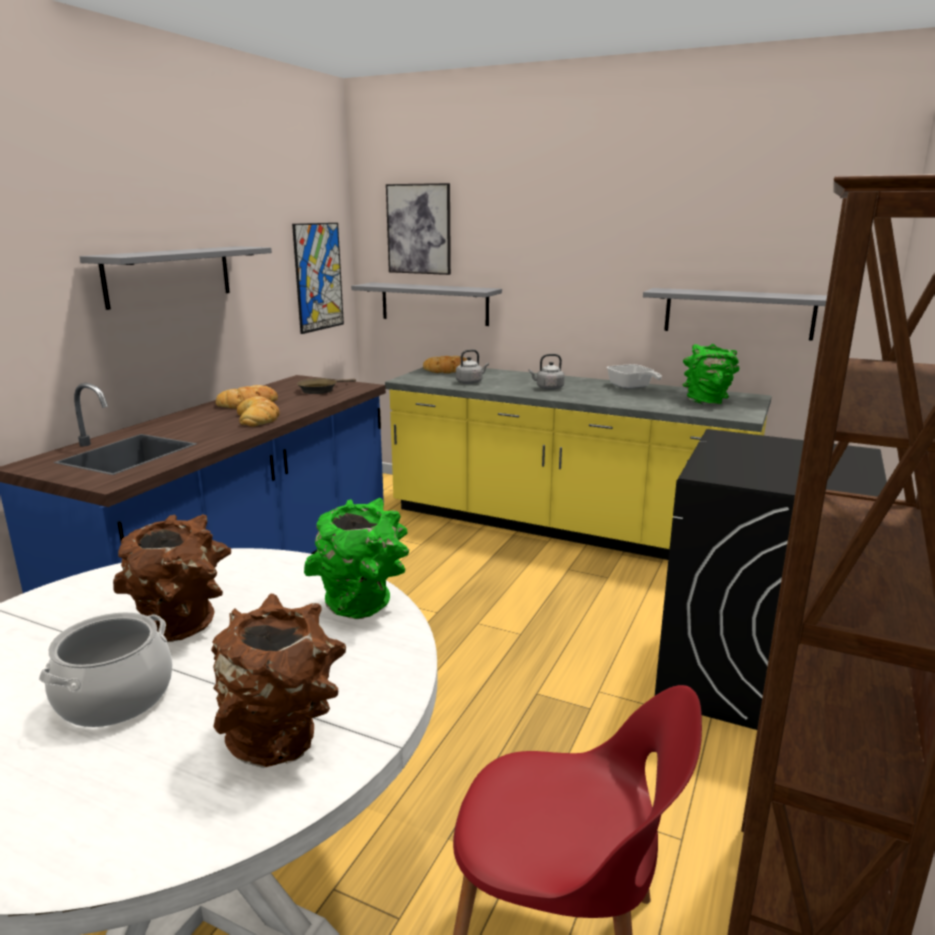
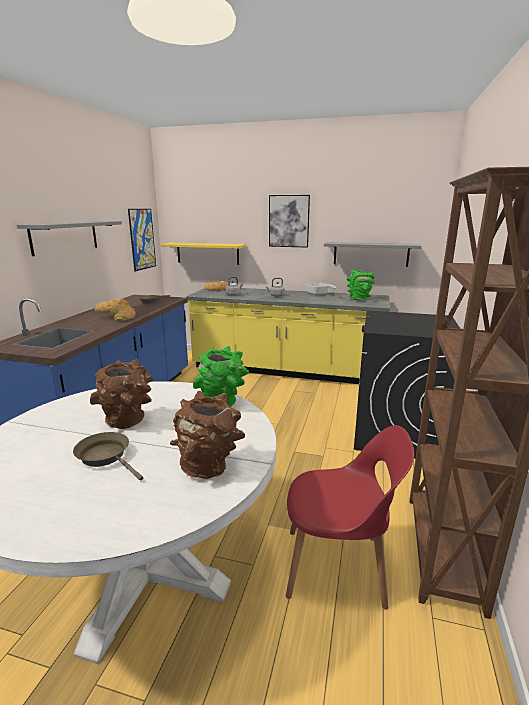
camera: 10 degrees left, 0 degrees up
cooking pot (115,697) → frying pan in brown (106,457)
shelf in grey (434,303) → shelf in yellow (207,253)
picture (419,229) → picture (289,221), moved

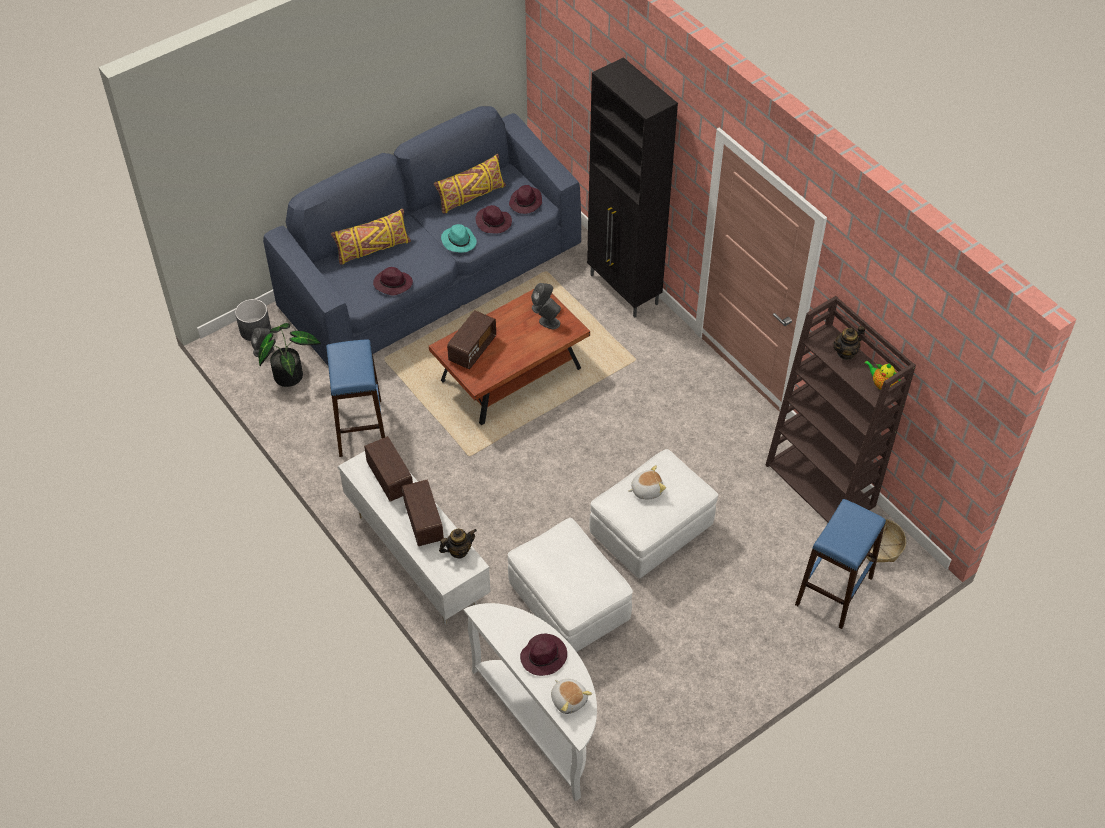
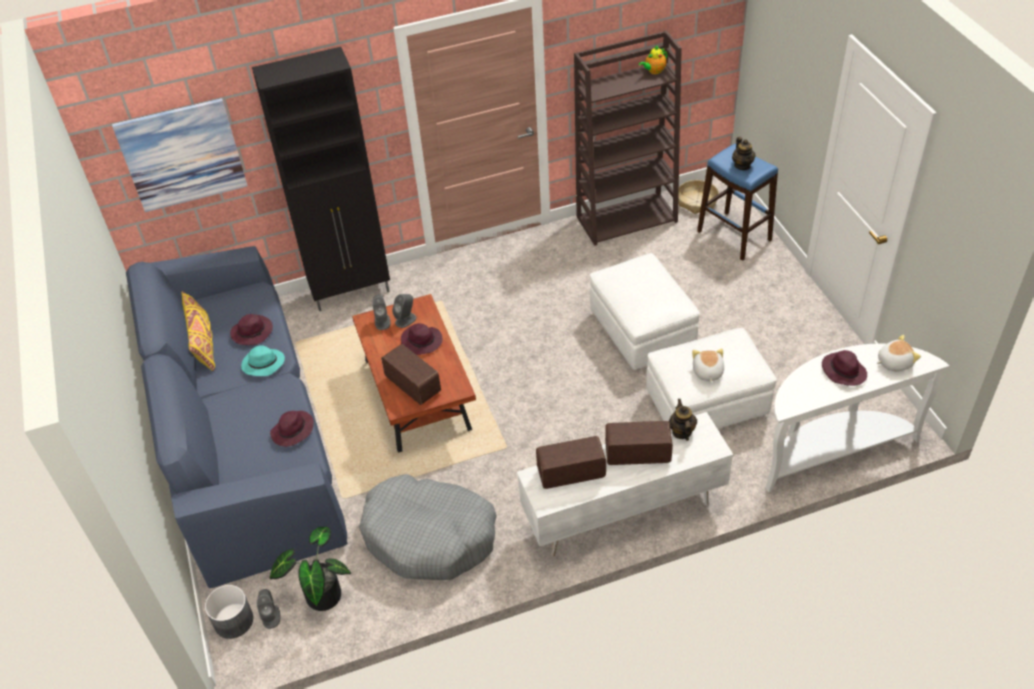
camera: 70 degrees left, 5 degrees down
- → picture (182,155)
stool in blue (360,427) → dog bed in grey (430,536)
hat in purple (525,202) → hat in purple (422,341), moved
plush toy (646,490) → plush toy (707,372), moved
teapot (846,352) → teapot (742,165), moved
pillow in yellow (372,249) → -

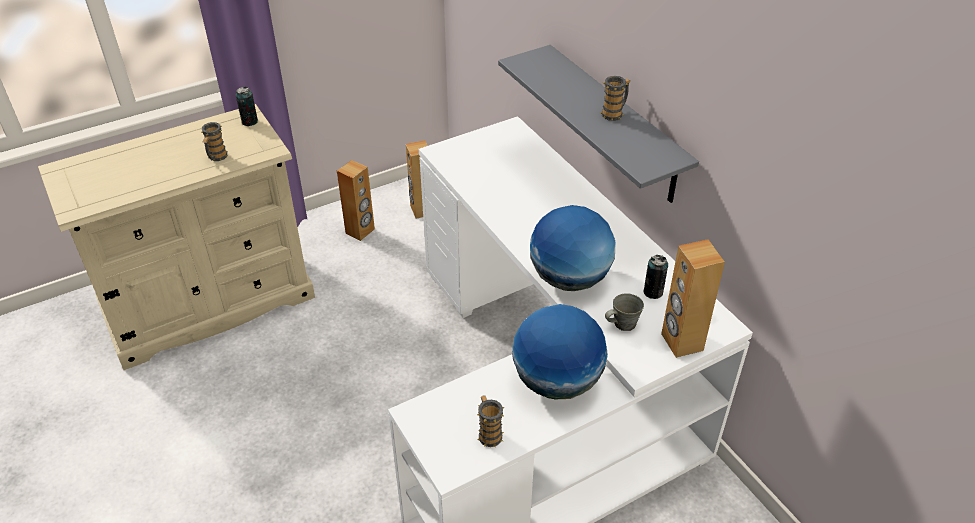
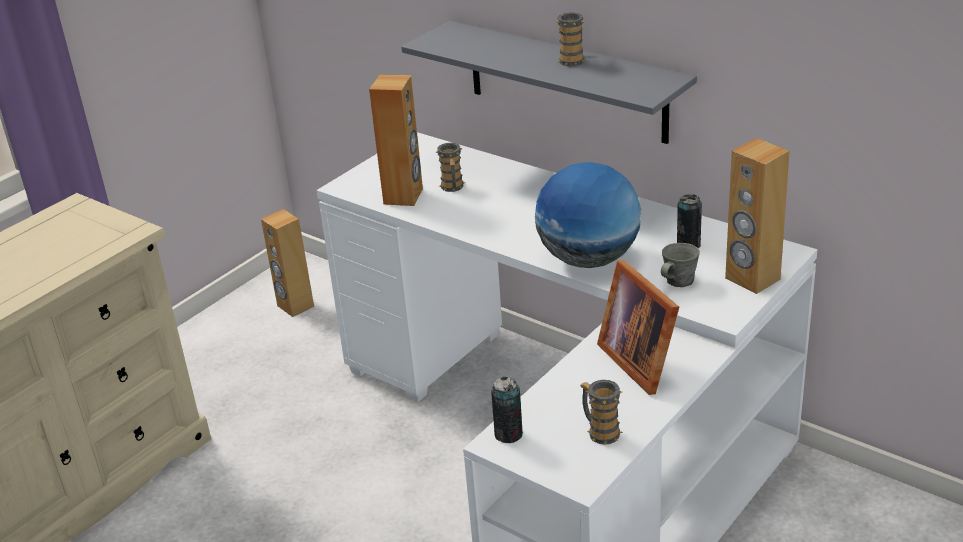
camera: 20 degrees left, 10 degrees down
speaker in brown (360,231) → speaker in brown (404,196), moved
mug (216,158) → mug (452,188), moved
can (249,122) → can (508,434), moved
globe (557,382) → picture frame (640,360)

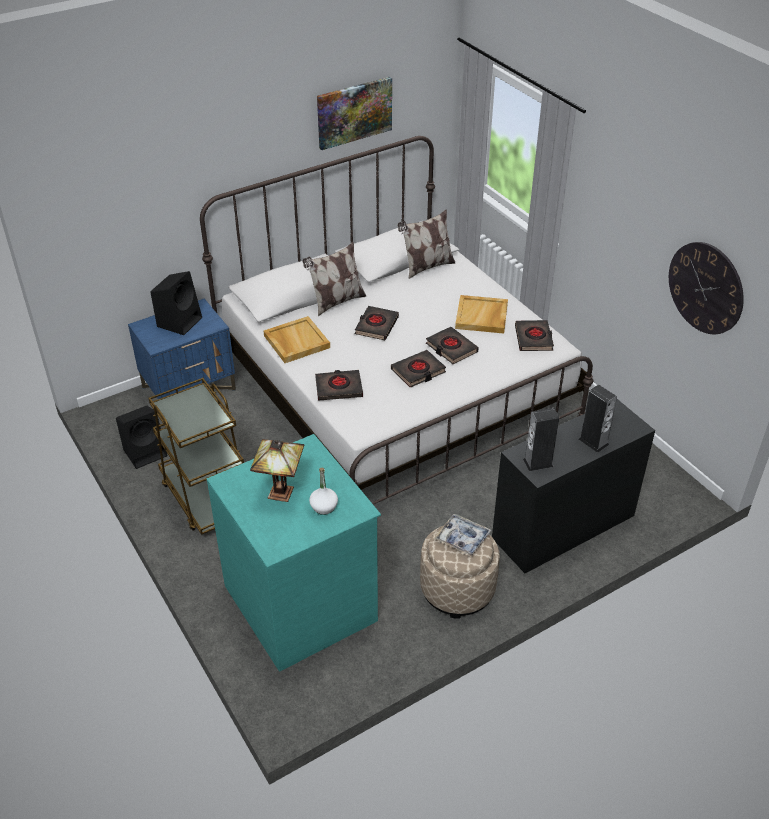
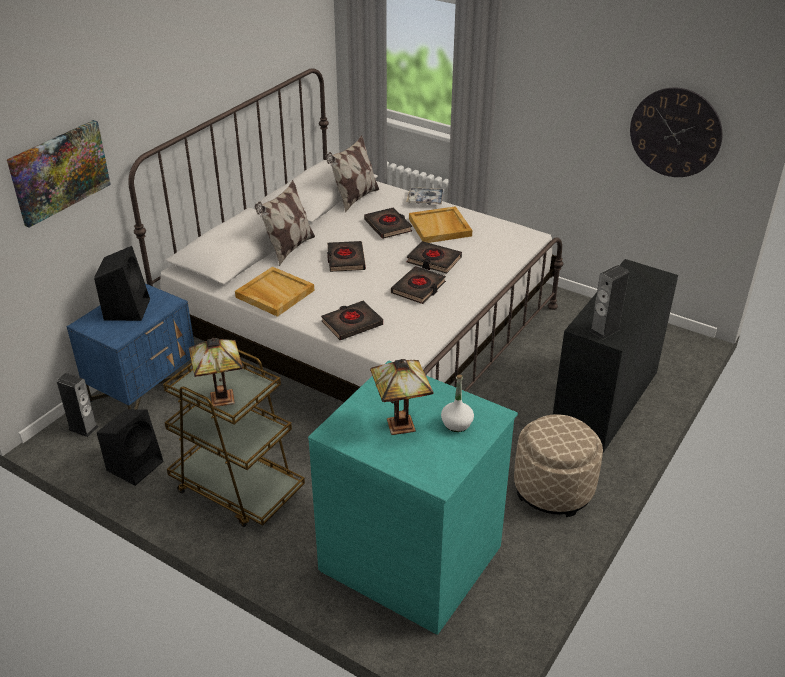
camera: 25 degrees left, 5 degrees down
picture (354,112) → picture (59,172), moved
speaker (593,442) → speaker (83,428), moved
- → table lamp (220,399)
book in black (534,338) → book in black (388,226), moved
tray (462,538) → tray (425,200), moved

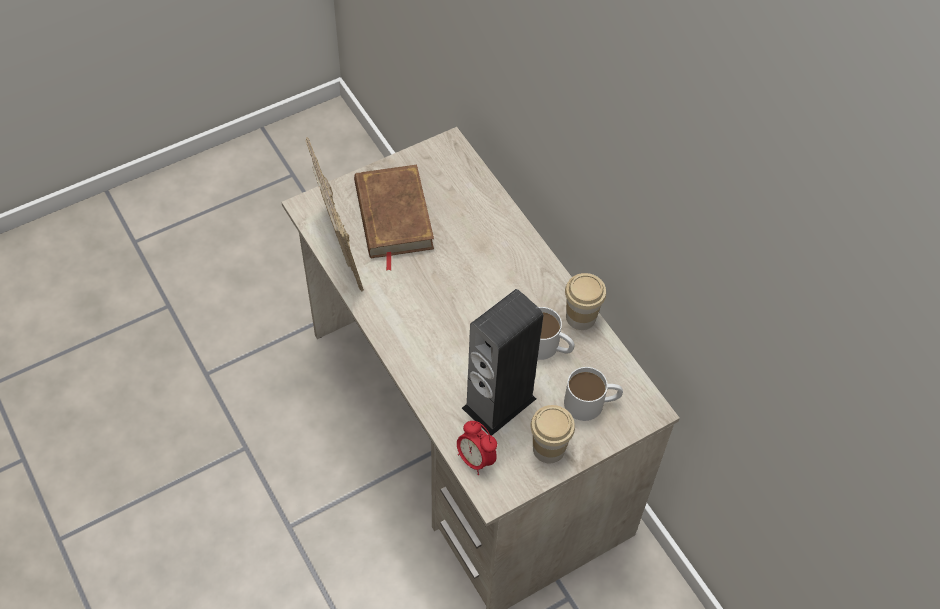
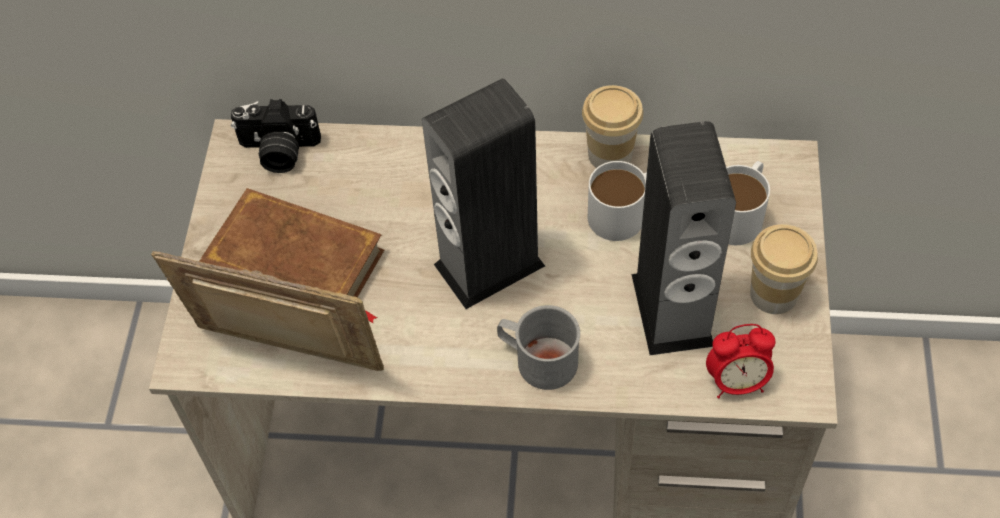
camera: 50 degrees left, 0 degrees up
- → photo camera (279,152)
- → speaker (489,265)
- → mug in grey (538,359)

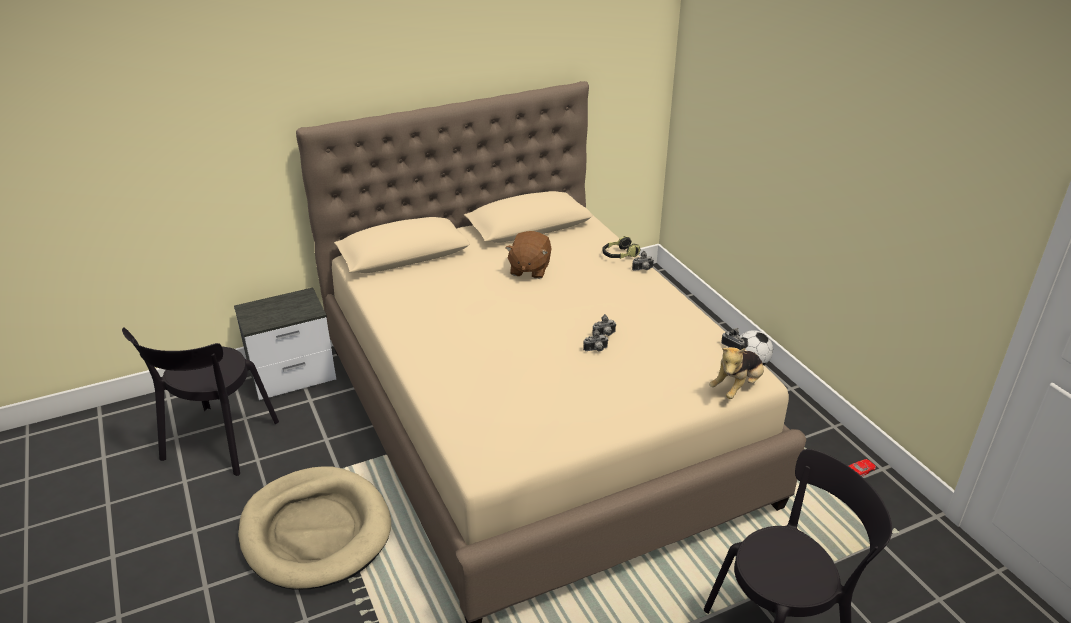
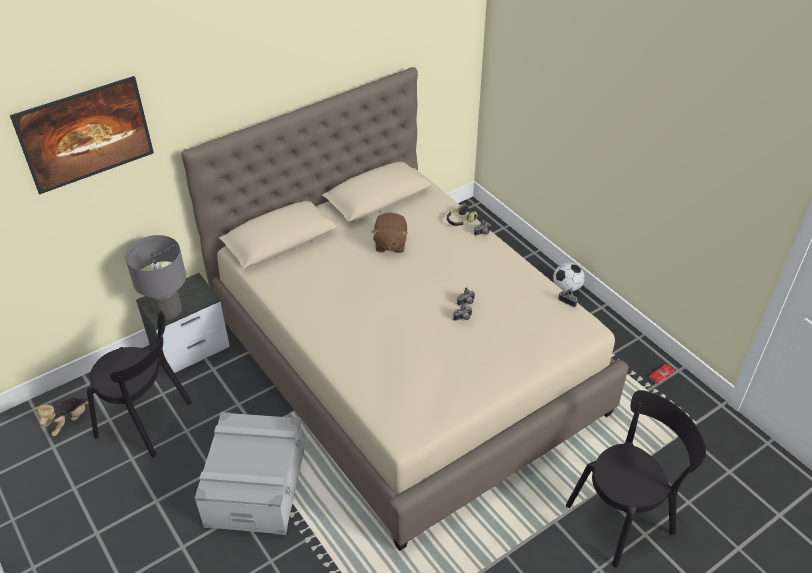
camera: 10 degrees left, 10 degrees up
- → picture (91,153)
plush toy (737,387) → plush toy (69,421), moved
chair in black (217,444) → chair in black (147,421), 75 degrees counterclockwise
- → table lamp in grey (168,310)
dog bed in beige (316,531) → storage box in grey (255,486)

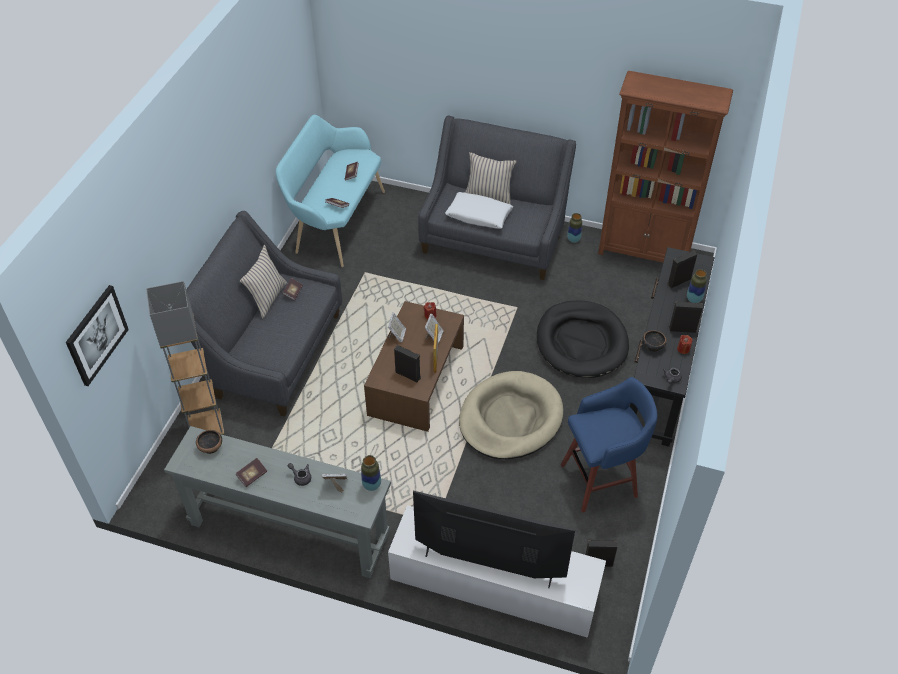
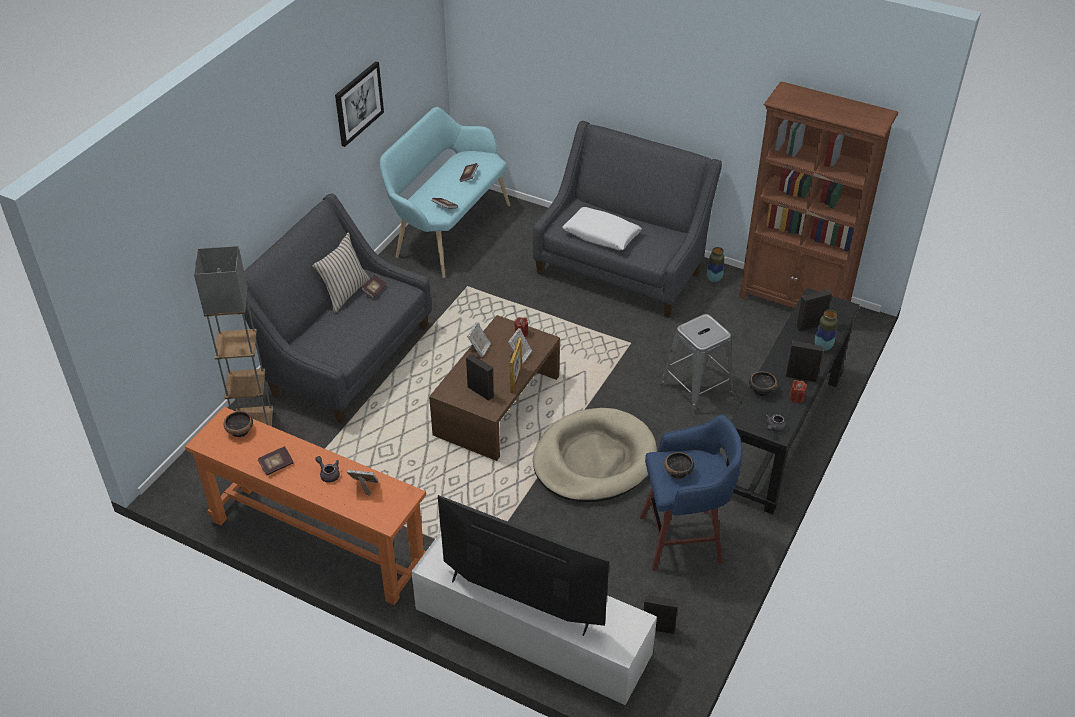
camera: 10 degrees right, 5 degrees down
console table in grey (289,529) → console table in orange (317,542)
picture (96,335) → picture (358,103), moved
dog bed in black (581,342) → stool in grey (696,389)
- → bowl (678,472)
vase (371,485) → -
pillow in beige (489,195) → -

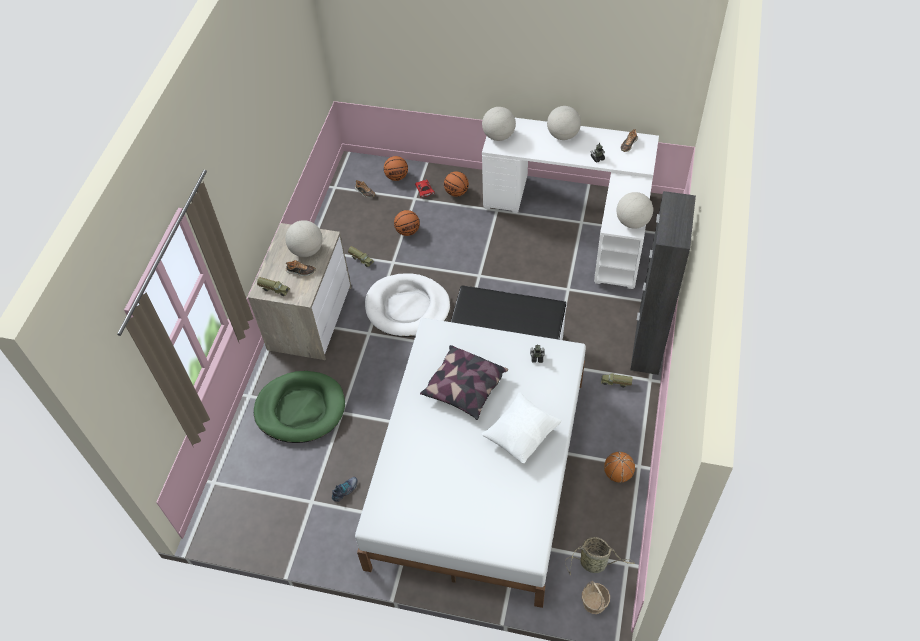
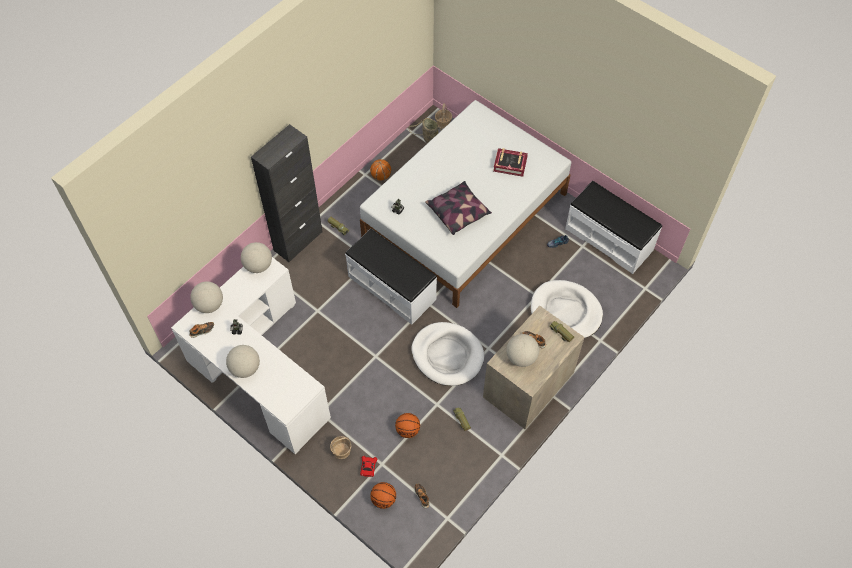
camera: 155 degrees left, 5 degrees up
globe (498,136) → globe (209,305), moved
basketball (456,192) → basket (341,451)
- → book (510,164)
dog bed in green (300,409) → dog bed in white (565,312)
- → bench in white (609,239)
pillow in white (521,435) → -

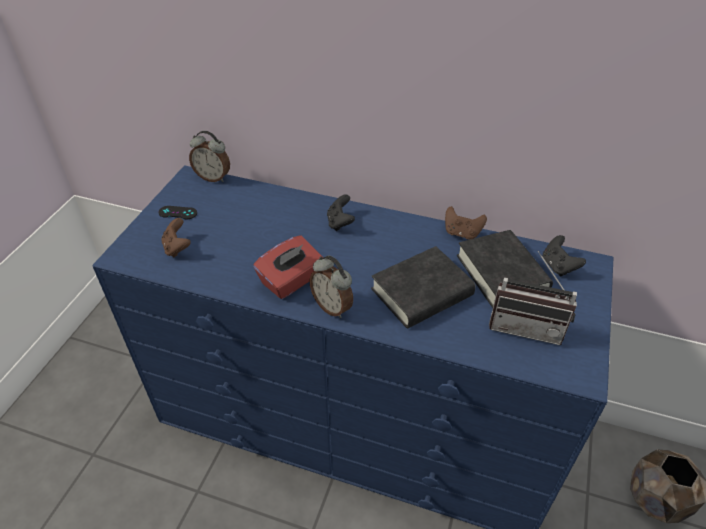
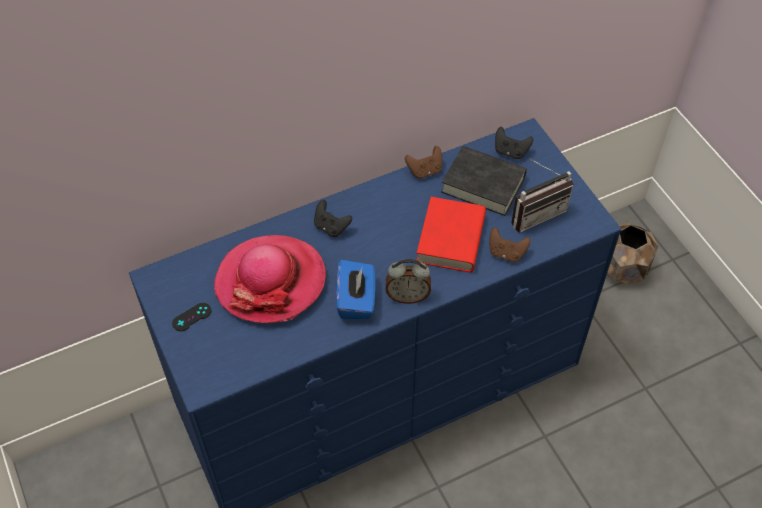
camera: 45 degrees left, 10 degrees up
- → hat (271,281)
tissue box in red (291,281) → tissue box in blue (356,300)
book in black (422,293) → book in red (451,239)
game controller in brown (177,248) → game controller in brown (506,253), moved
alarm clock (213,177) → -

